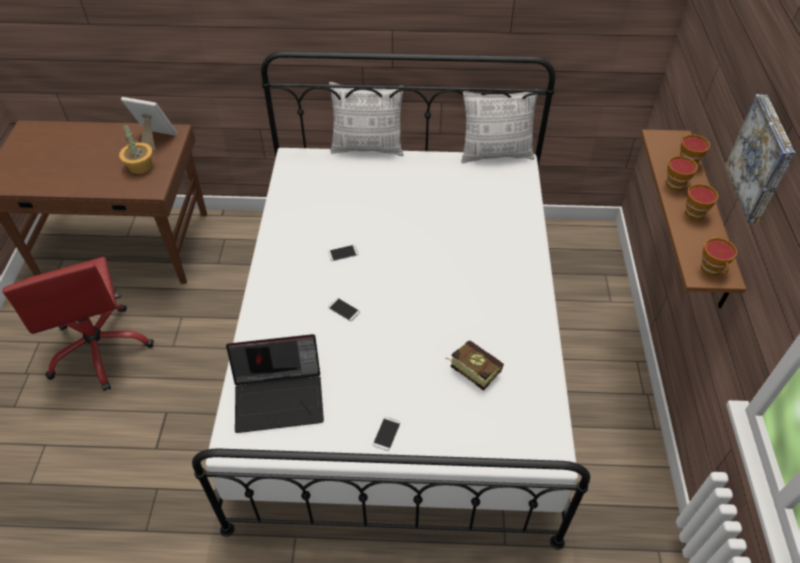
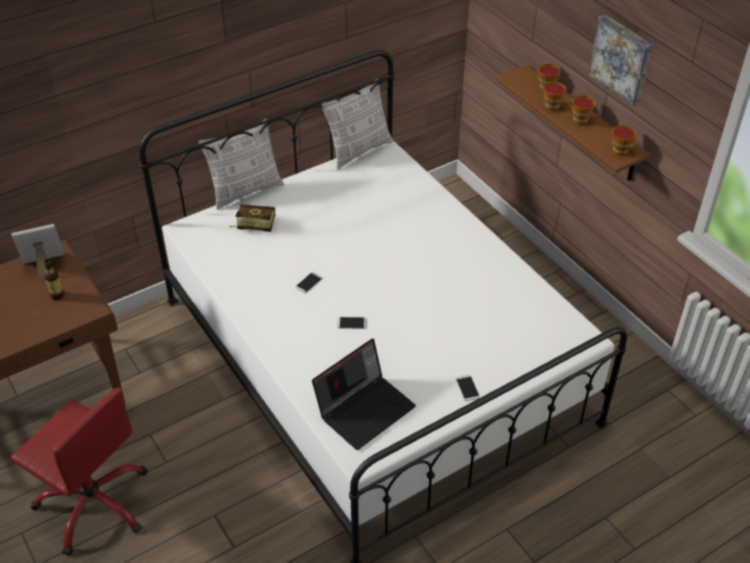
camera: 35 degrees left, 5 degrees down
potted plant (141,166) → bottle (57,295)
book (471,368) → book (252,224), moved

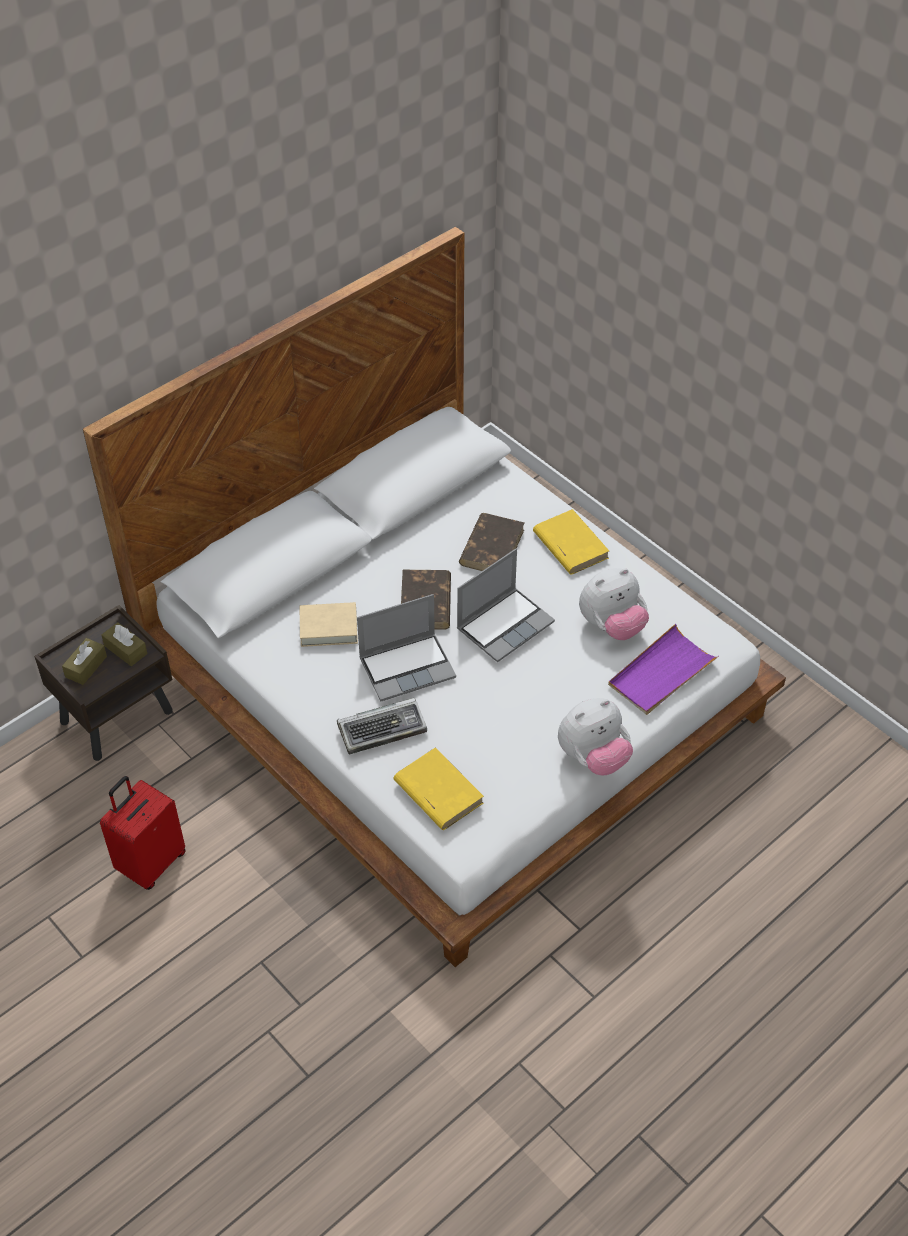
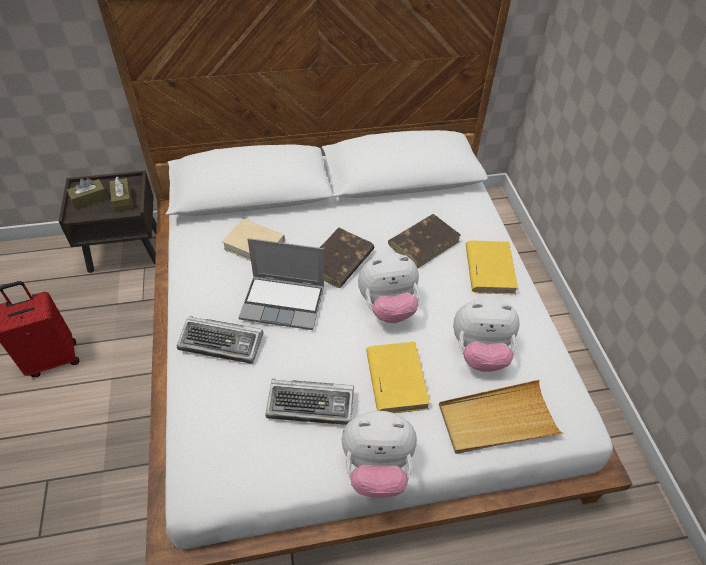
camera: 30 degrees right, 0 degrees up
- → keyboard (312,404)
laptop (505,625) → plush toy (388,307)
book in yellow (437,791) → book in yellow (396,379), moved
tray in purple (661,673) → tray in beige (497,420)

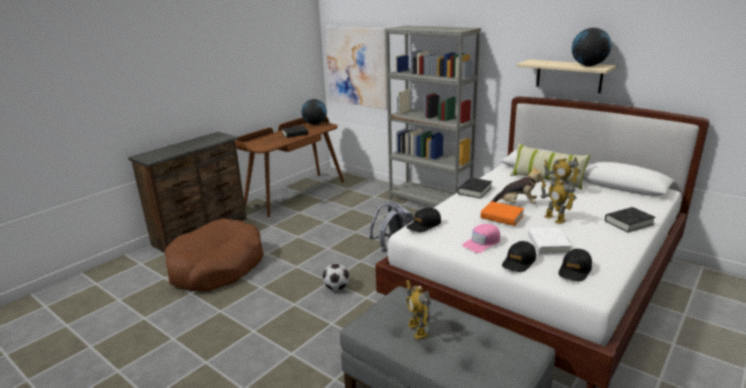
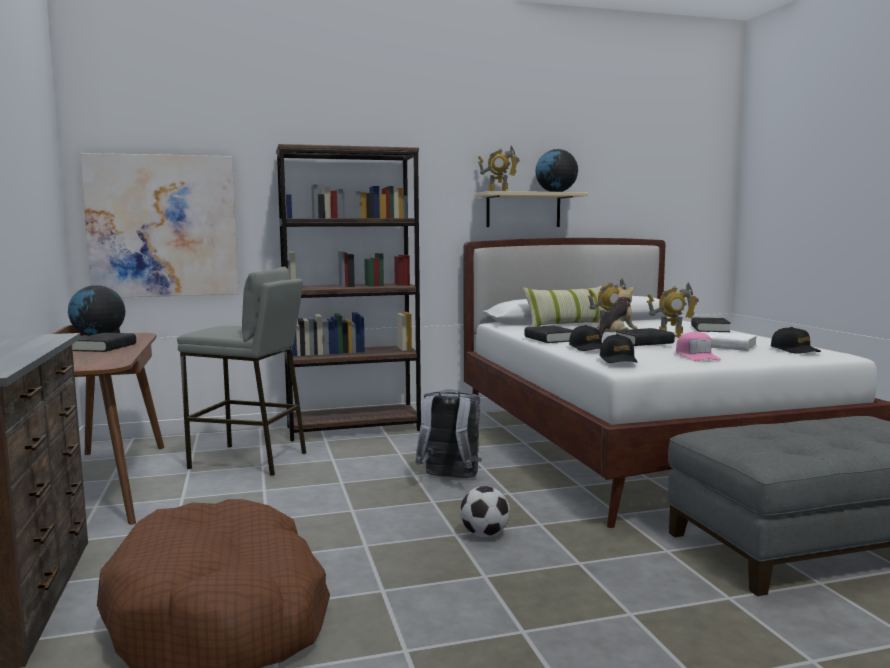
camera: 55 degrees left, 15 degrees down
- → stool in grey (249,460)
bookcase in grey (430,202) → bookcase in brown (353,428)
toy robot (417,330) → toy robot (498,192), moved
cap in black (518,262) → cap in black (588,348), moved
book in orange (502,217) → book in black (644,342)

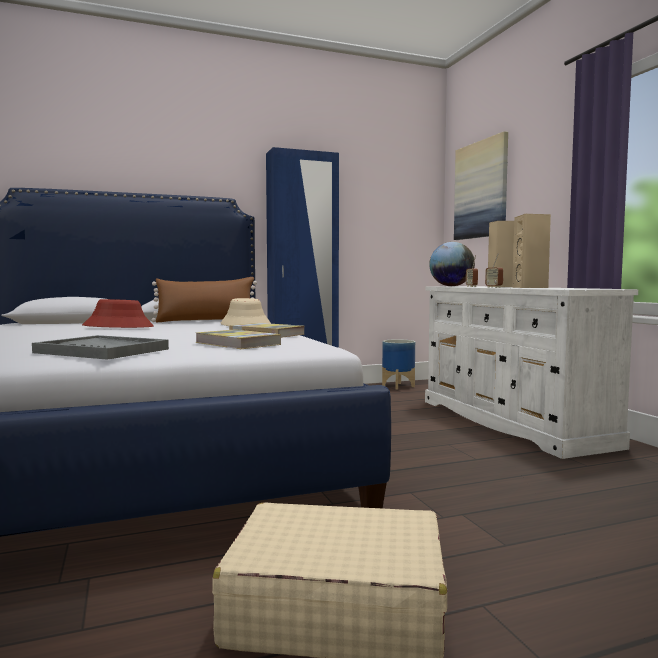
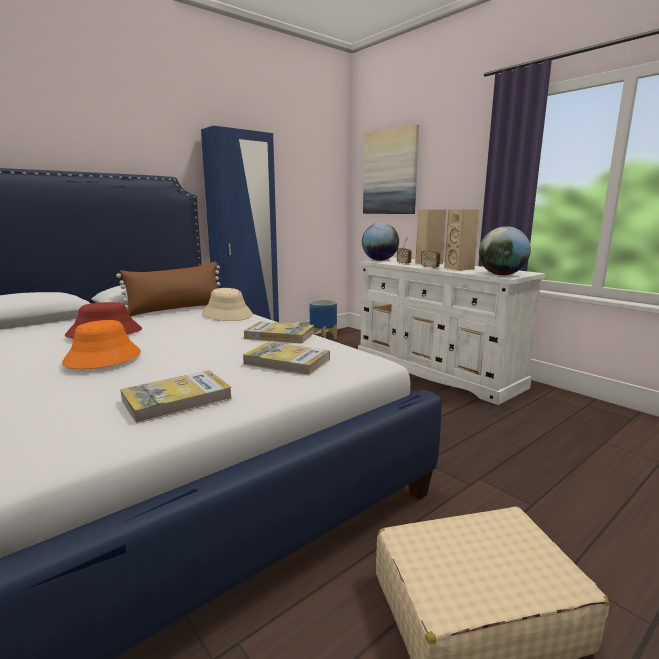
camera: 20 degrees left, 10 degrees up
- → hat in orange (102,358)
tray in grey (102,351) → book (177,399)
- → globe (501,275)

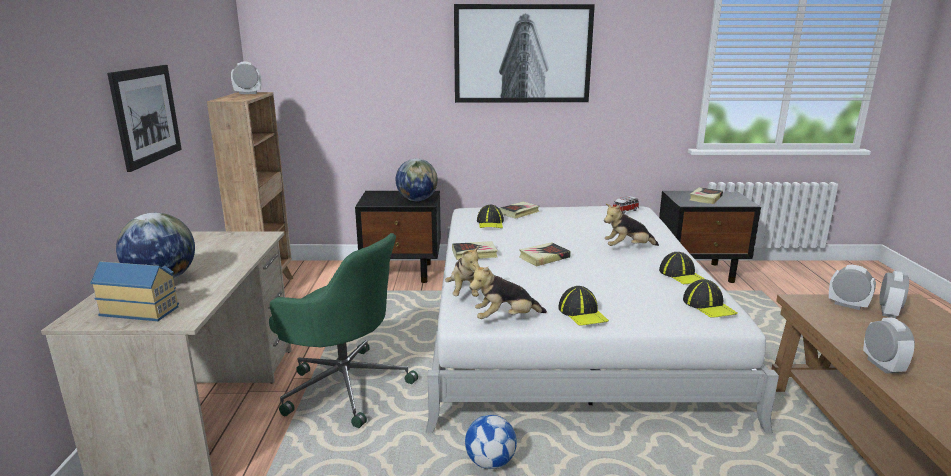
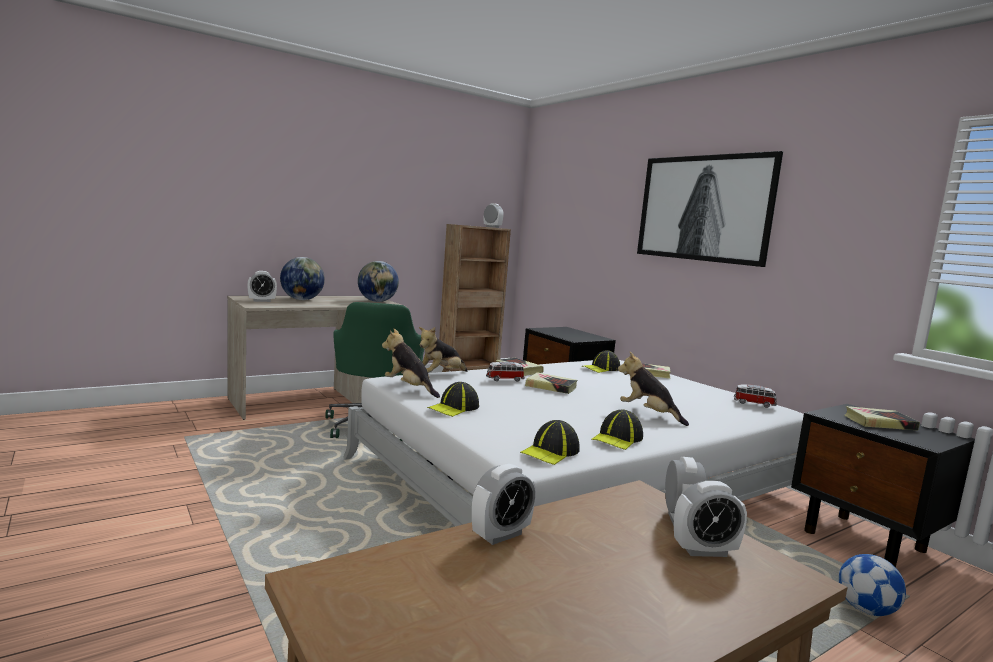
camera: 55 degrees right, 10 degrees down
toy house (141,309) → alarm clock (262,301)
globe (417,200) → globe (377,301), moved
- → toy car (504,379)
football (490,462) → football (866,610), moved
picture (146,115) → -

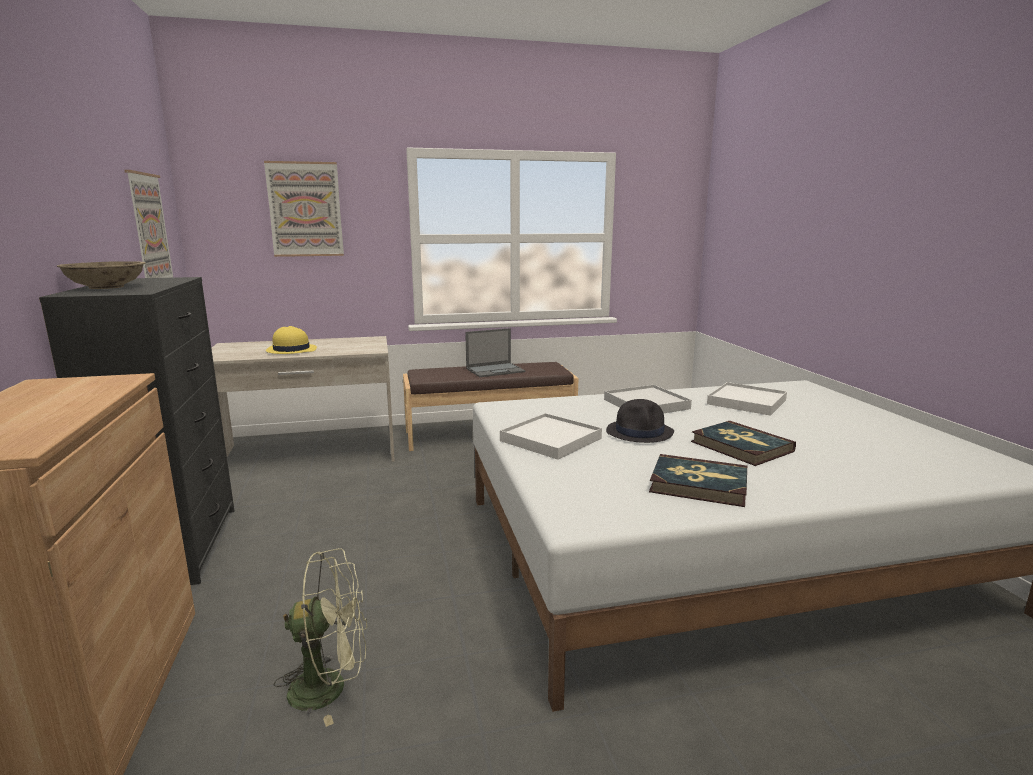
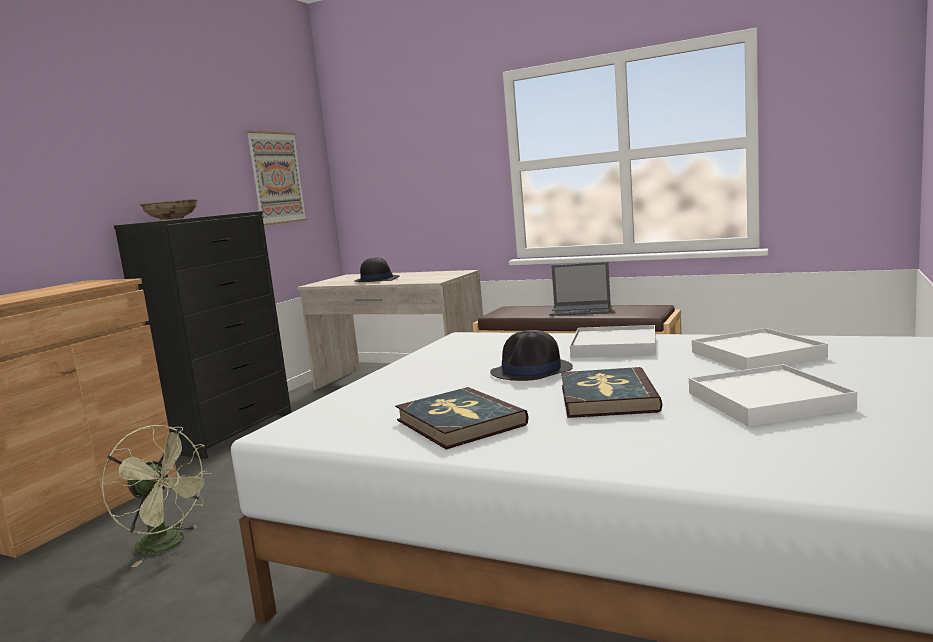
camera: 40 degrees right, 5 degrees down
hat in yellow (291,350) → hat in black (377,280)
tray in white (550,440) → tray in white (767,401), moved
picture (305,209) → -

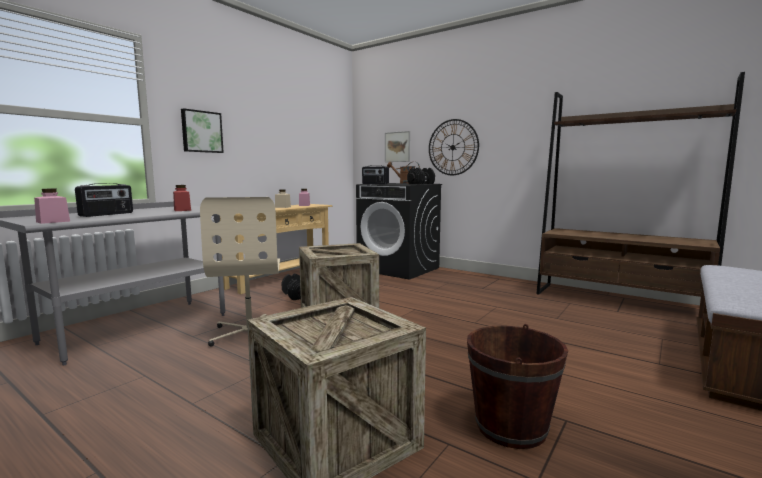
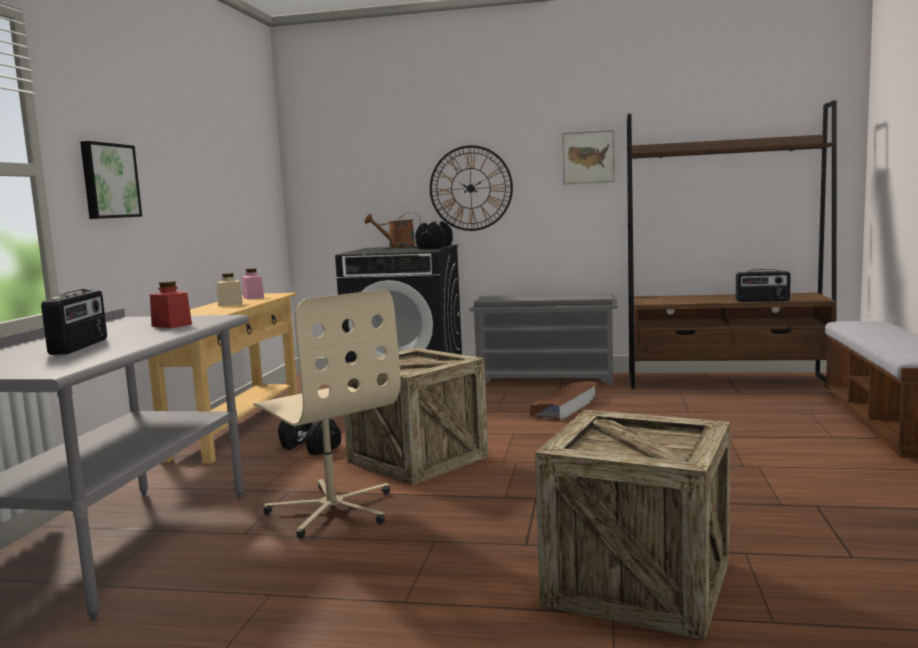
camera: 25 degrees left, 0 degrees up
- → shoe rack in grey (547,379)
- → storage box in brown (566,407)
picture (397,147) → picture (588,157), moved
radio (375,184) → radio (762,301), moved
jar in pink (53,221) → -
bucket in brown (510,427) → -

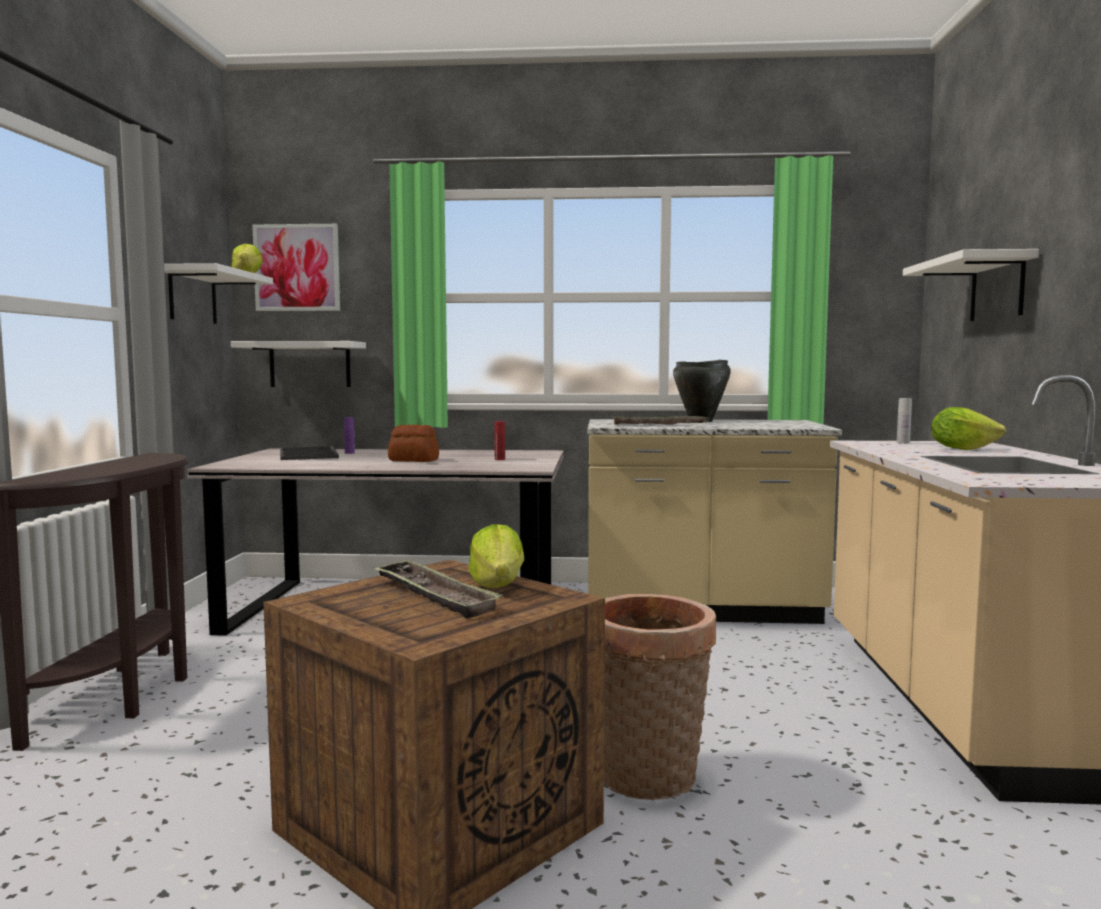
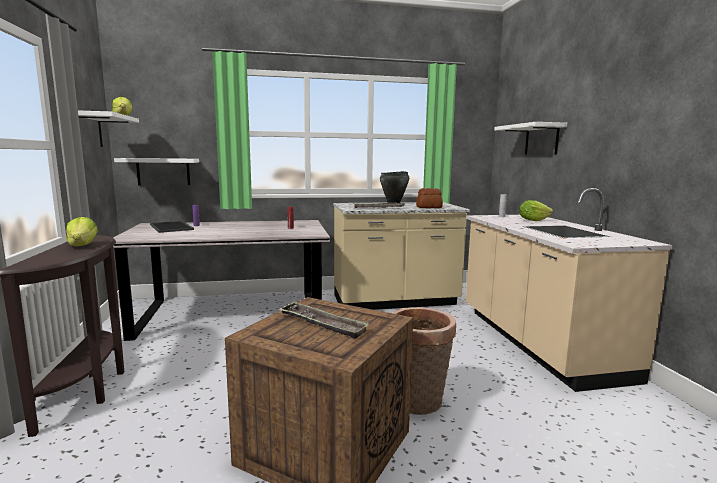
camera: 15 degrees left, 5 degrees up
lettuce (498,585) → lettuce (83,245), moved
bread (413,460) → bread (428,207), moved
picture (297,268) → -

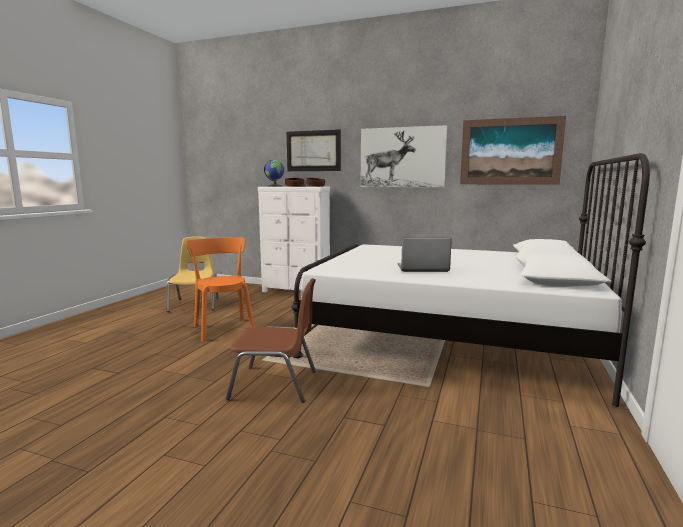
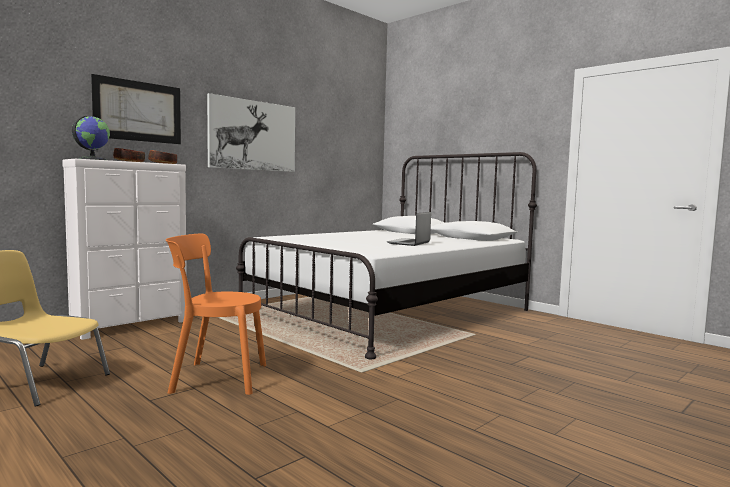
camera: 65 degrees left, 5 degrees down
chair in brown (275,384) → -
picture (510,151) → -

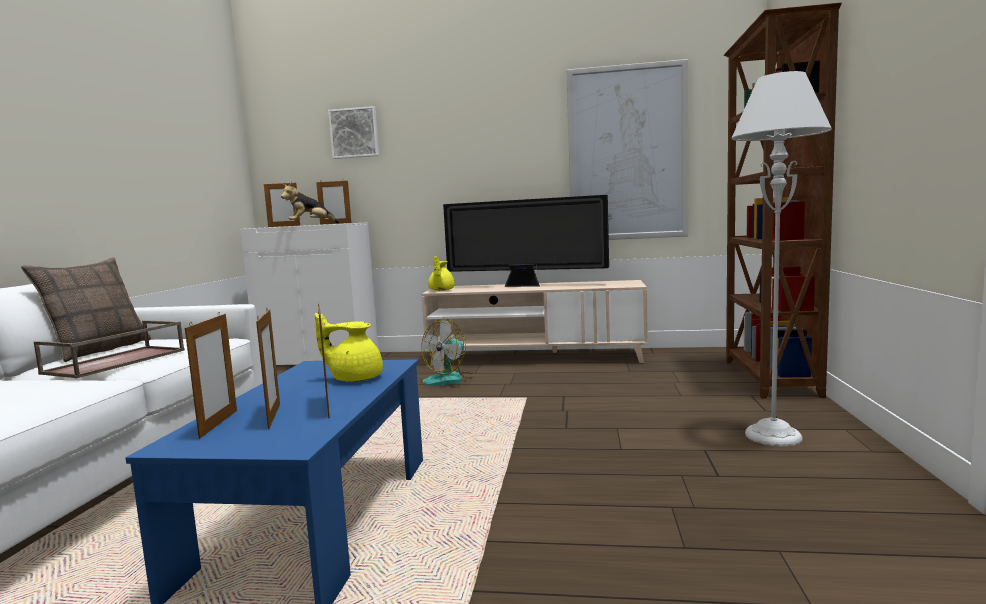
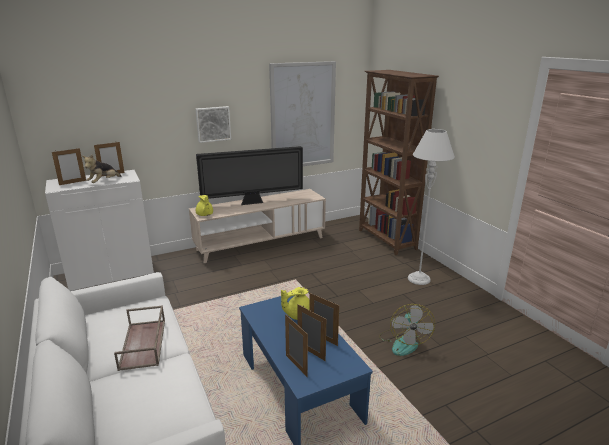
camera: 35 degrees left, 15 degrees up
picture (354,133) → picture (213,124), moved
fan (450,379) → fan (403,342), moved
pillow (98,350) → -

